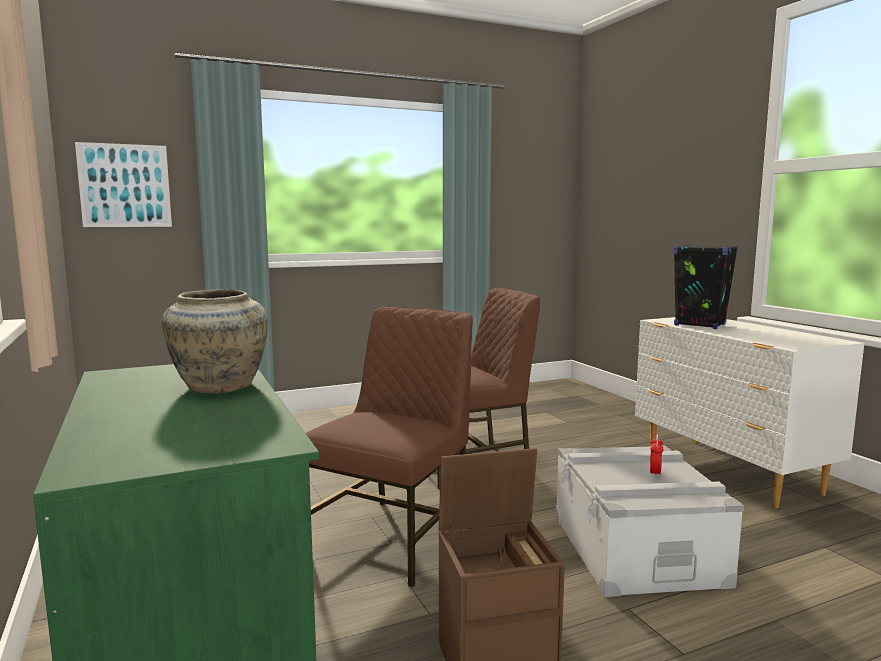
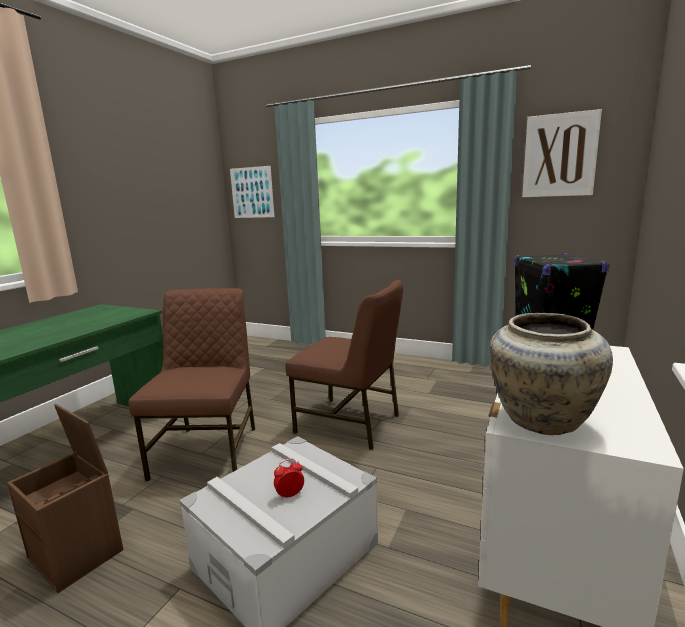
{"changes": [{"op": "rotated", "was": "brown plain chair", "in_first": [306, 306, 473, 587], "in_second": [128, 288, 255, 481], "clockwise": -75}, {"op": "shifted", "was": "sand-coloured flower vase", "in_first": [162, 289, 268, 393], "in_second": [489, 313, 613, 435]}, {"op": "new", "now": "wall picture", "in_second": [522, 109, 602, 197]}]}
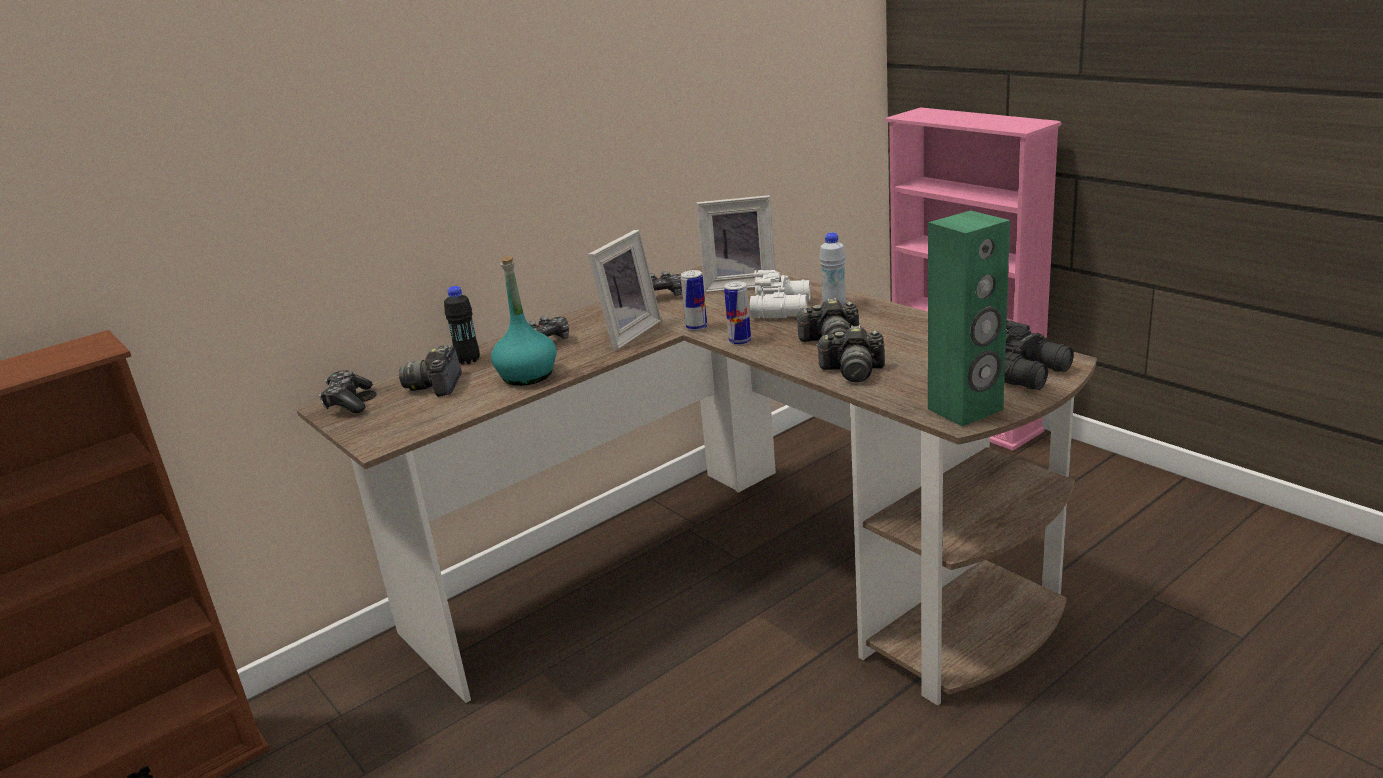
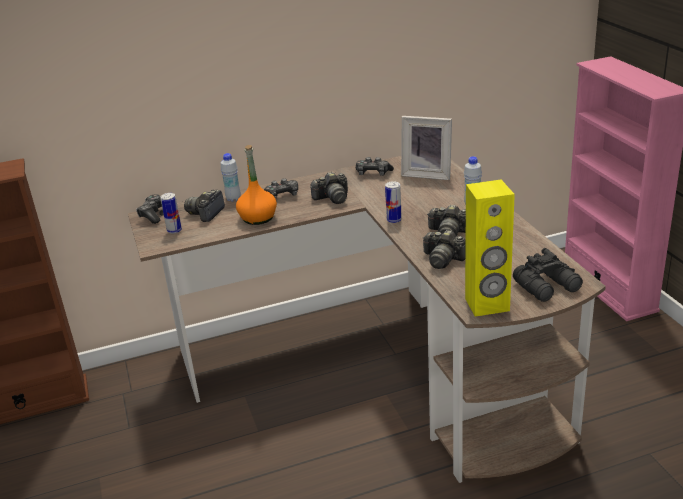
{"changes": [{"op": "shifted", "was": "sealed can", "in_first": [681, 270, 707, 331], "in_second": [160, 193, 182, 234]}, {"op": "repainted", "was": "black drink bottle", "now": "white-coloured drink bottle", "in_first": [444, 286, 480, 364], "in_second": [221, 153, 241, 202]}, {"op": "repainted", "was": "blue-green drink bottle", "now": "orange drink bottle", "in_first": [491, 256, 557, 386], "in_second": [236, 145, 277, 225]}, {"op": "swapped", "was": "photo frame", "now": "photo camera", "in_first": [588, 230, 661, 350], "in_second": [310, 172, 348, 204]}, {"op": "repainted", "was": "green-coloured loudspeaker", "now": "yellow loudspeaker", "in_first": [928, 210, 1010, 426], "in_second": [465, 180, 515, 317]}, {"op": "gone", "was": "white-coloured field glasses", "in_first": [750, 270, 811, 318]}]}
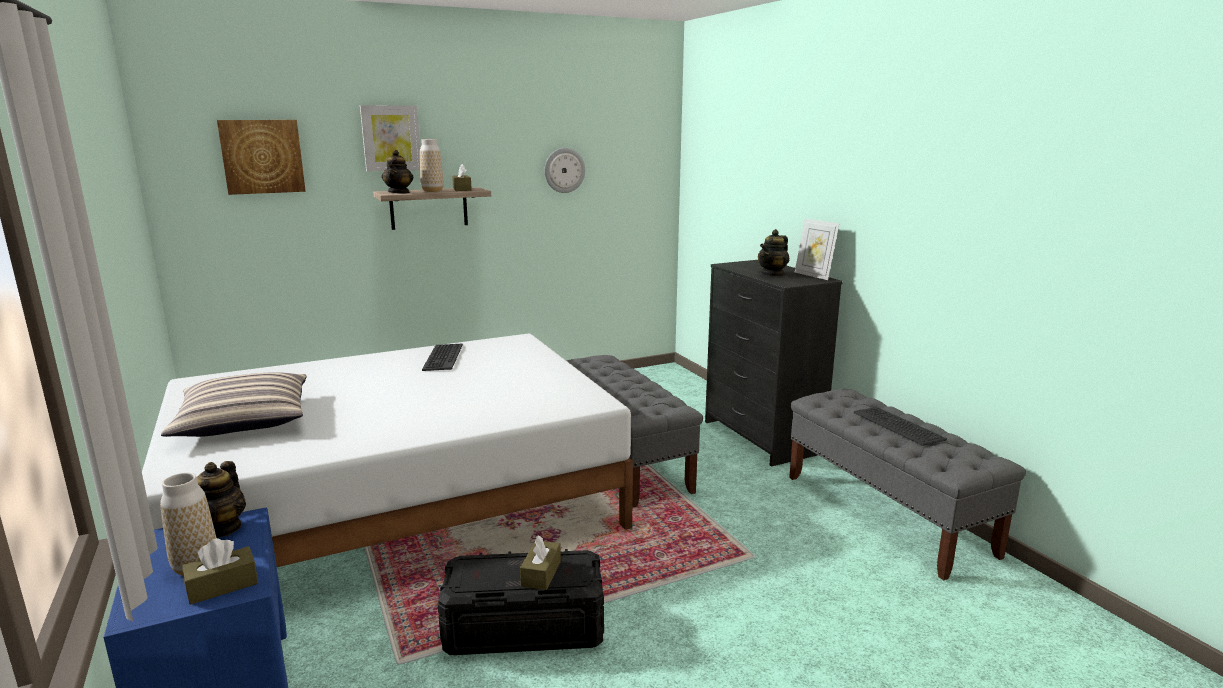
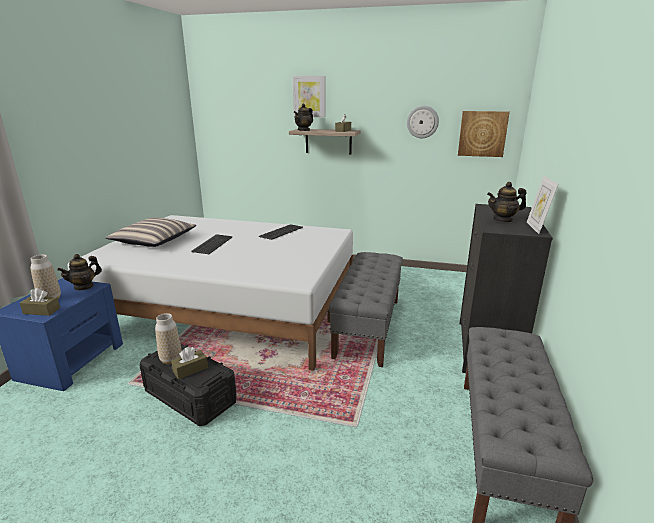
{"changes": [{"op": "shifted", "was": "flower vase", "in_first": [420, 139, 444, 192], "in_second": [155, 313, 182, 364]}, {"op": "shifted", "was": "PC keyboard", "in_first": [854, 407, 947, 446], "in_second": [191, 234, 232, 254]}, {"op": "shifted", "was": "wall picture", "in_first": [217, 120, 306, 195], "in_second": [458, 111, 510, 157]}]}
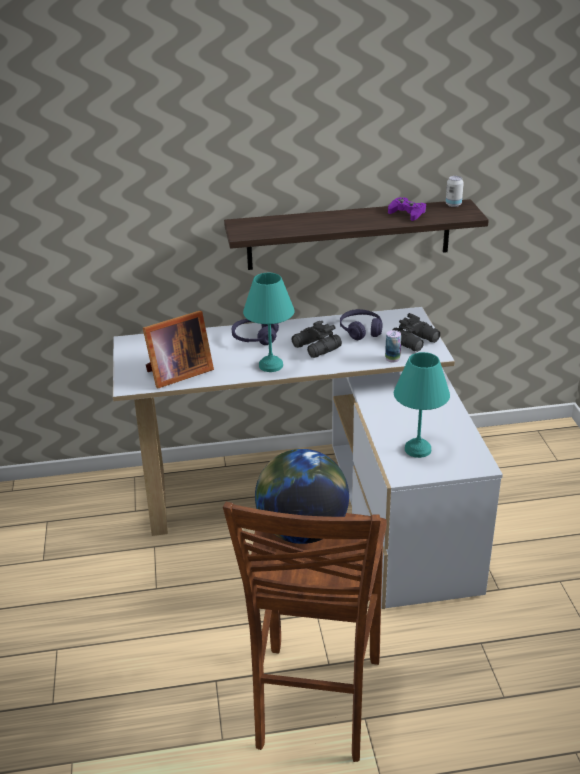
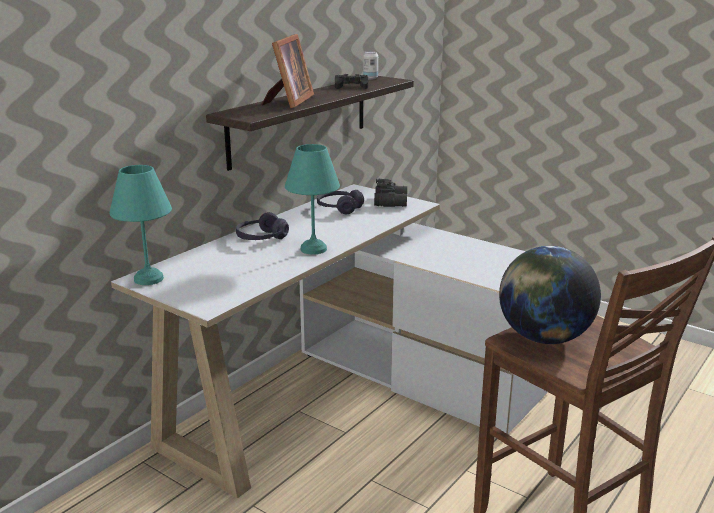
{"changes": [{"op": "shifted", "was": "blue-green lamp for a table", "in_first": [394, 352, 450, 458], "in_second": [109, 165, 172, 285]}, {"op": "shifted", "was": "photo frame", "in_first": [143, 311, 214, 388], "in_second": [261, 34, 314, 108]}, {"op": "repainted", "was": "purple-coloured joypad", "now": "black joypad", "in_first": [388, 197, 426, 221], "in_second": [335, 74, 369, 89]}, {"op": "gone", "was": "black field glasses", "in_first": [292, 321, 342, 358]}, {"op": "gone", "was": "sealed can", "in_first": [385, 330, 401, 362]}]}
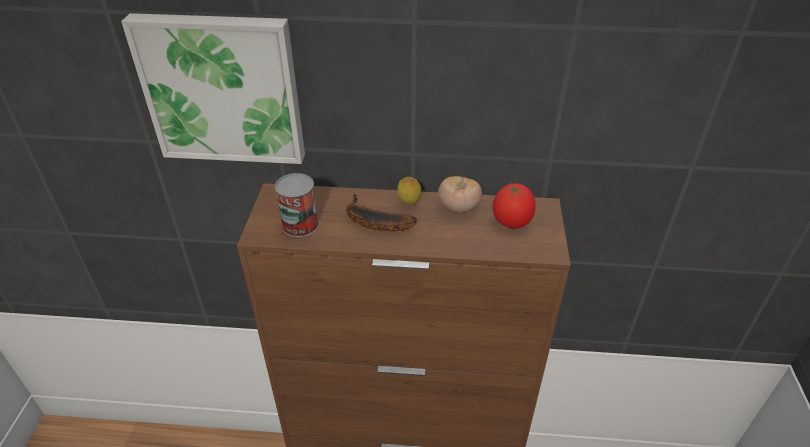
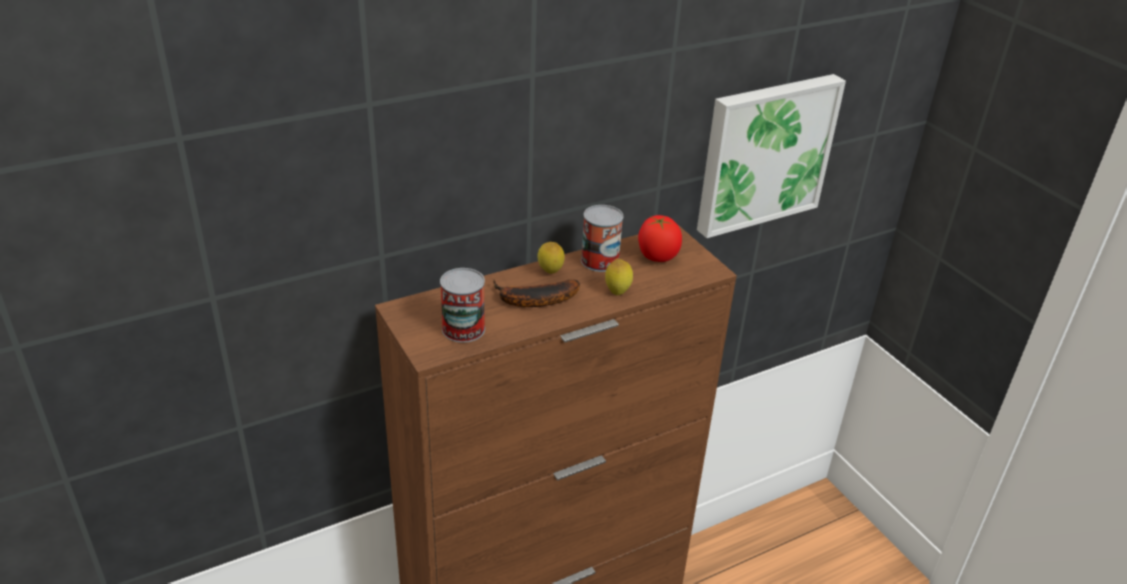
{"changes": [{"op": "swapped", "was": "tomato", "now": "sealed can", "in_first": [438, 176, 482, 213], "in_second": [581, 205, 623, 272]}, {"op": "new", "now": "citrus fruit", "in_second": [605, 258, 633, 295]}, {"op": "shifted", "was": "wall picture", "in_first": [121, 13, 305, 164], "in_second": [697, 74, 846, 238]}]}
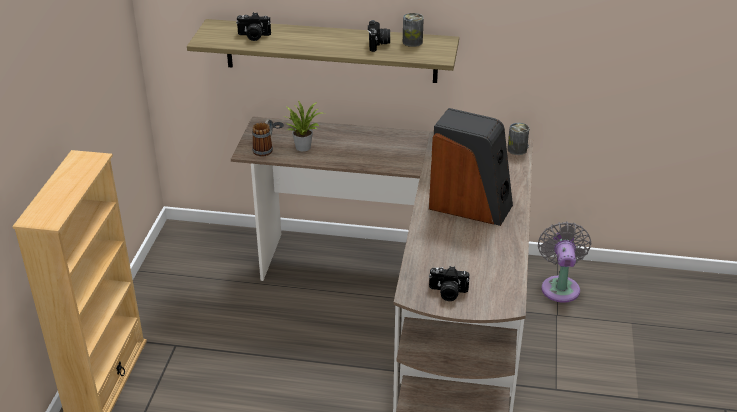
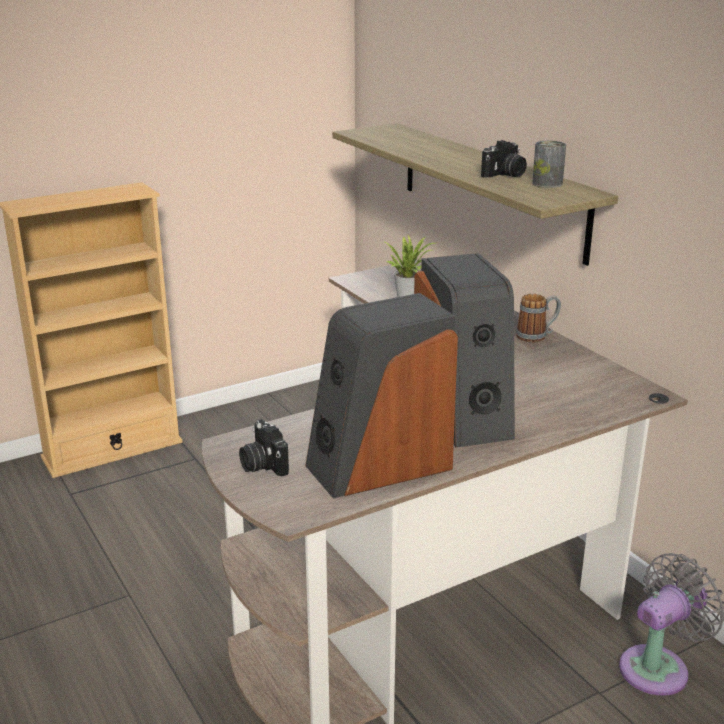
{"changes": [{"op": "new", "now": "loudspeaker", "in_second": [305, 293, 458, 499]}, {"op": "shifted", "was": "tea mug", "in_first": [252, 119, 273, 157], "in_second": [516, 294, 561, 343]}, {"op": "gone", "was": "photo camera", "in_first": [236, 12, 271, 41]}, {"op": "gone", "was": "sealed can", "in_first": [507, 123, 529, 155]}]}
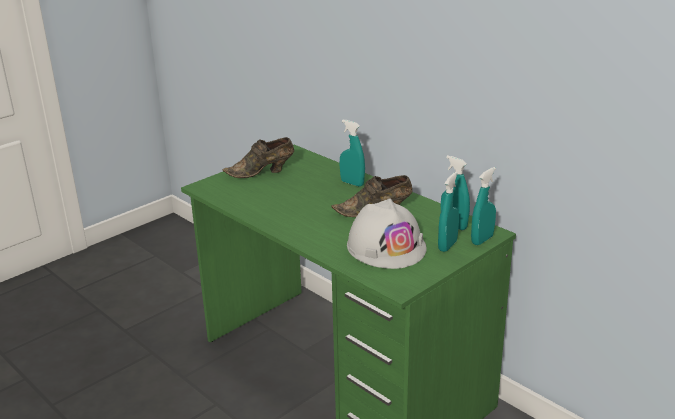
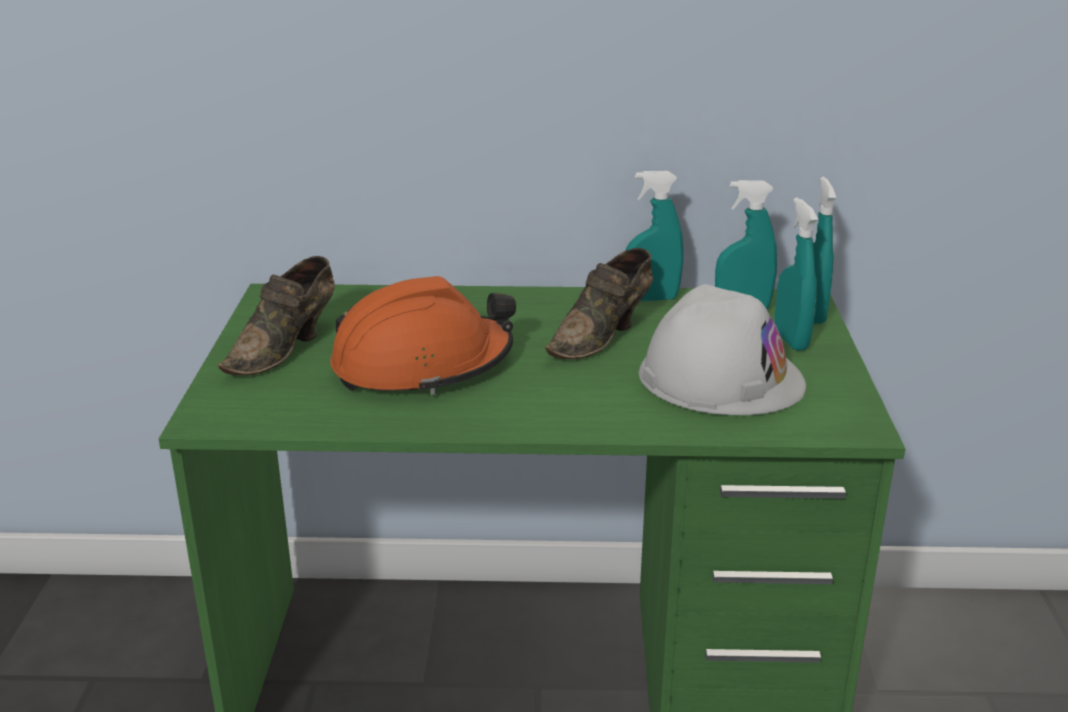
{"changes": [{"op": "new", "now": "orange safety helmet", "in_second": [330, 276, 516, 395]}, {"op": "shifted", "was": "blue-green sprayer", "in_first": [340, 120, 365, 187], "in_second": [625, 171, 684, 301]}]}
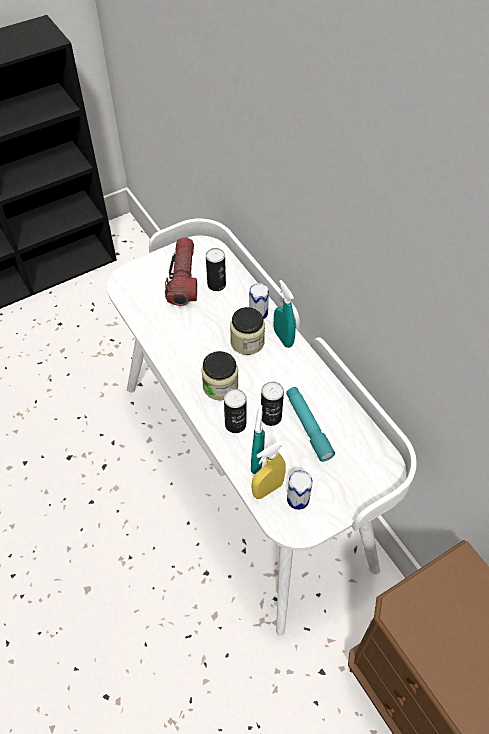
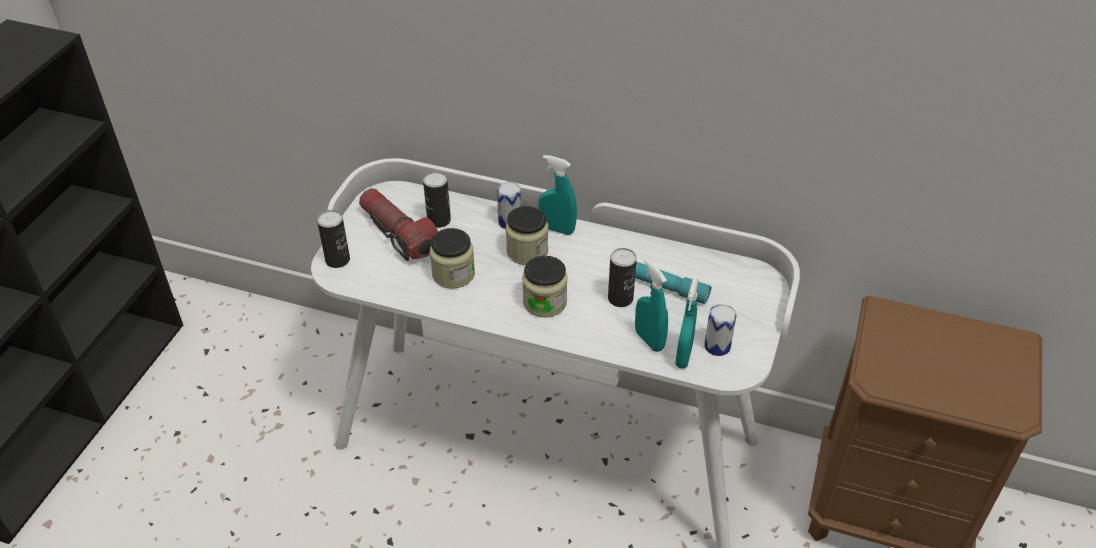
{"changes": [{"op": "shifted", "was": "sealed can", "in_first": [224, 389, 246, 433], "in_second": [317, 210, 350, 268]}, {"op": "new", "now": "jar", "in_second": [430, 228, 475, 289]}, {"op": "repainted", "was": "yellow sprayer", "now": "blue-green sprayer", "in_first": [252, 442, 286, 499], "in_second": [675, 278, 698, 369]}]}
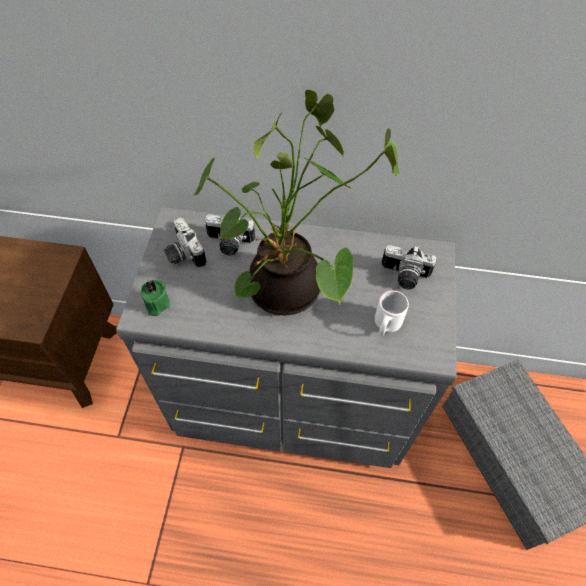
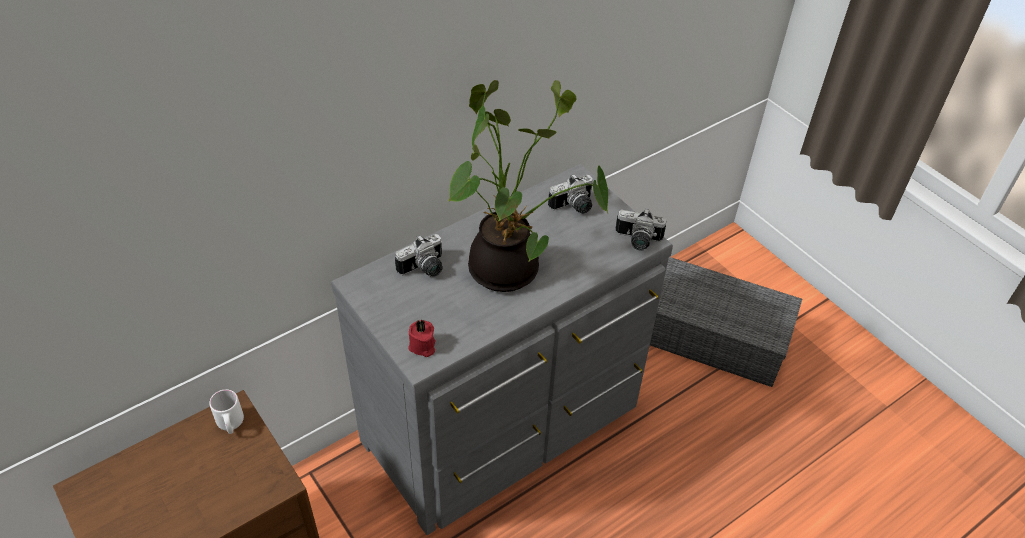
{"changes": [{"op": "shifted", "was": "white-coloured tea mug", "in_first": [375, 291, 409, 335], "in_second": [209, 390, 244, 434]}, {"op": "repainted", "was": "green-coloured wax light", "now": "red wax light", "in_first": [141, 280, 170, 316], "in_second": [408, 319, 436, 357]}, {"op": "shifted", "was": "photo camera", "in_first": [164, 217, 206, 268], "in_second": [615, 208, 666, 251]}]}
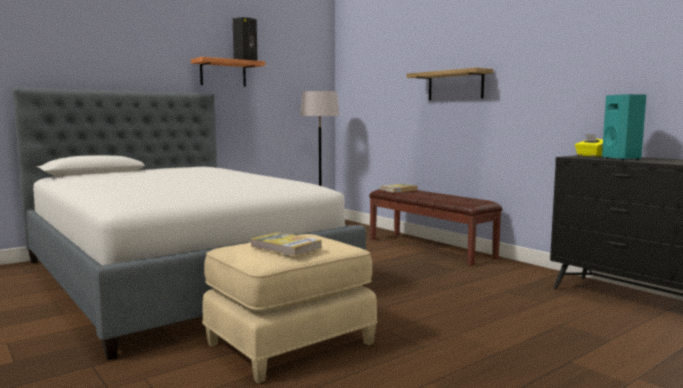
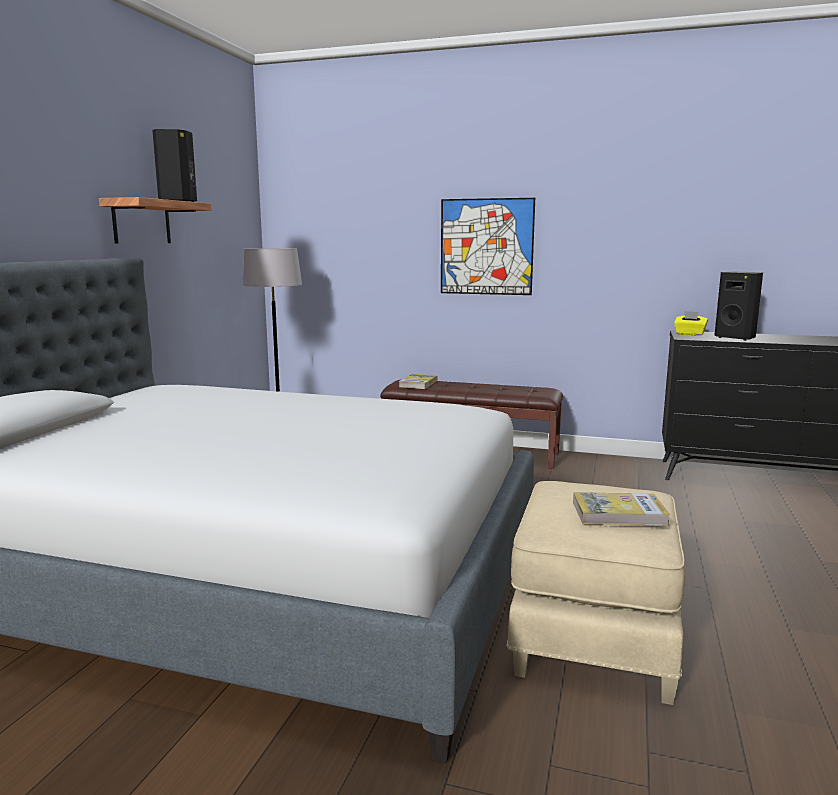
{"changes": [{"op": "swapped", "was": "shelf", "now": "wall picture", "in_first": [407, 67, 493, 100], "in_second": [441, 198, 535, 295]}, {"op": "repainted", "was": "blue-green loudspeaker", "now": "black loudspeaker", "in_first": [602, 94, 646, 160], "in_second": [714, 272, 763, 341]}]}
